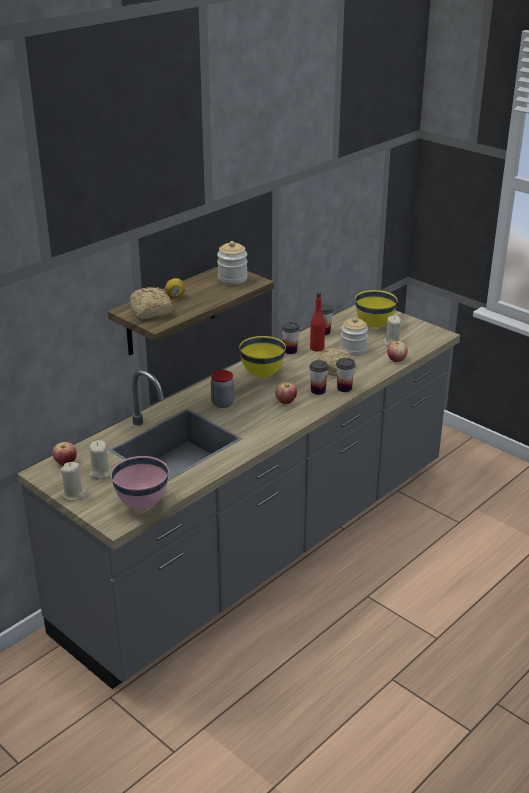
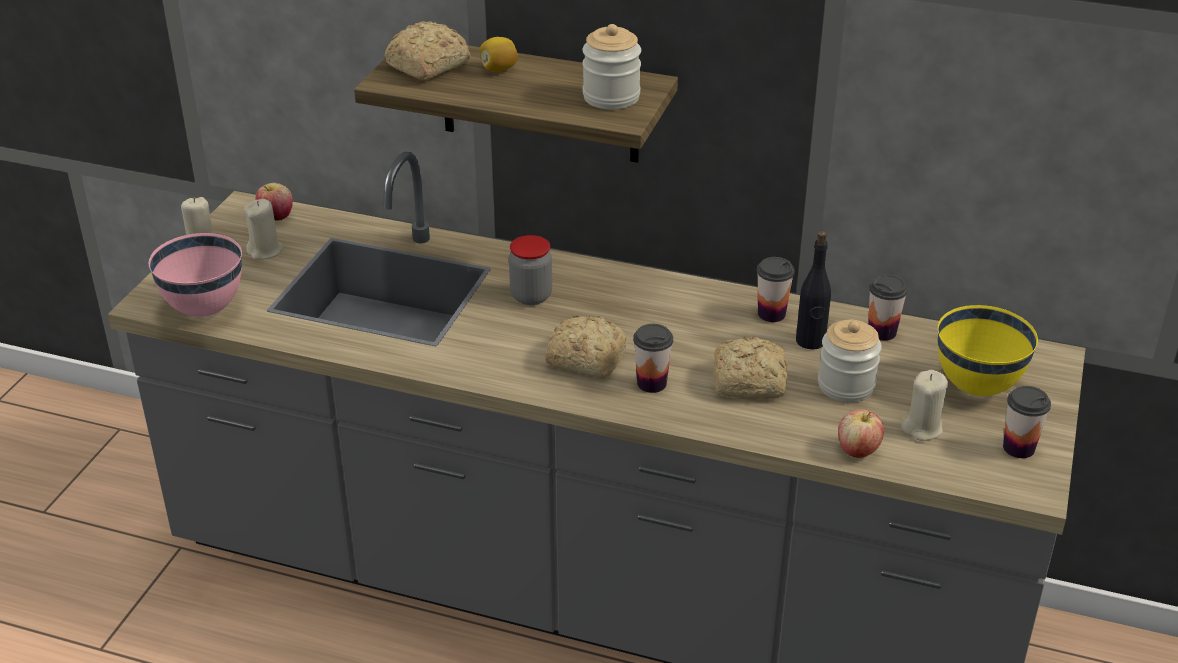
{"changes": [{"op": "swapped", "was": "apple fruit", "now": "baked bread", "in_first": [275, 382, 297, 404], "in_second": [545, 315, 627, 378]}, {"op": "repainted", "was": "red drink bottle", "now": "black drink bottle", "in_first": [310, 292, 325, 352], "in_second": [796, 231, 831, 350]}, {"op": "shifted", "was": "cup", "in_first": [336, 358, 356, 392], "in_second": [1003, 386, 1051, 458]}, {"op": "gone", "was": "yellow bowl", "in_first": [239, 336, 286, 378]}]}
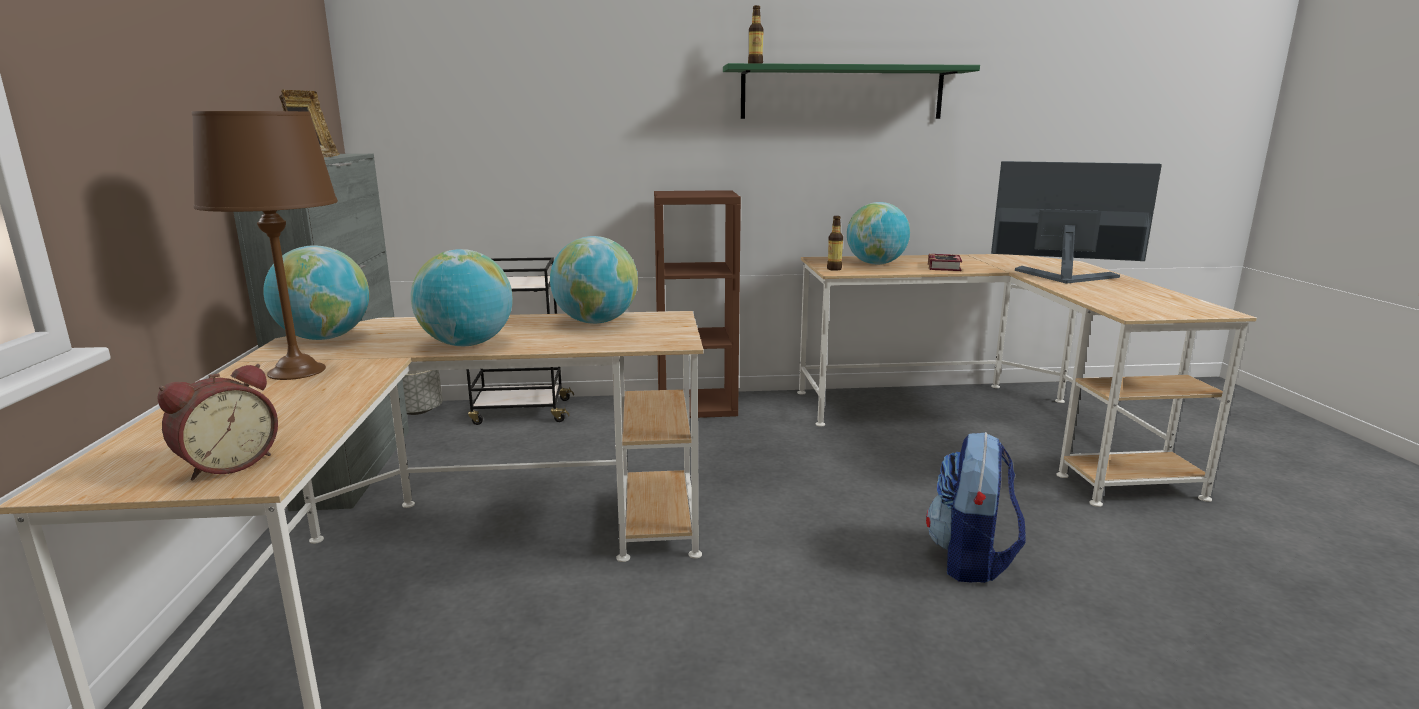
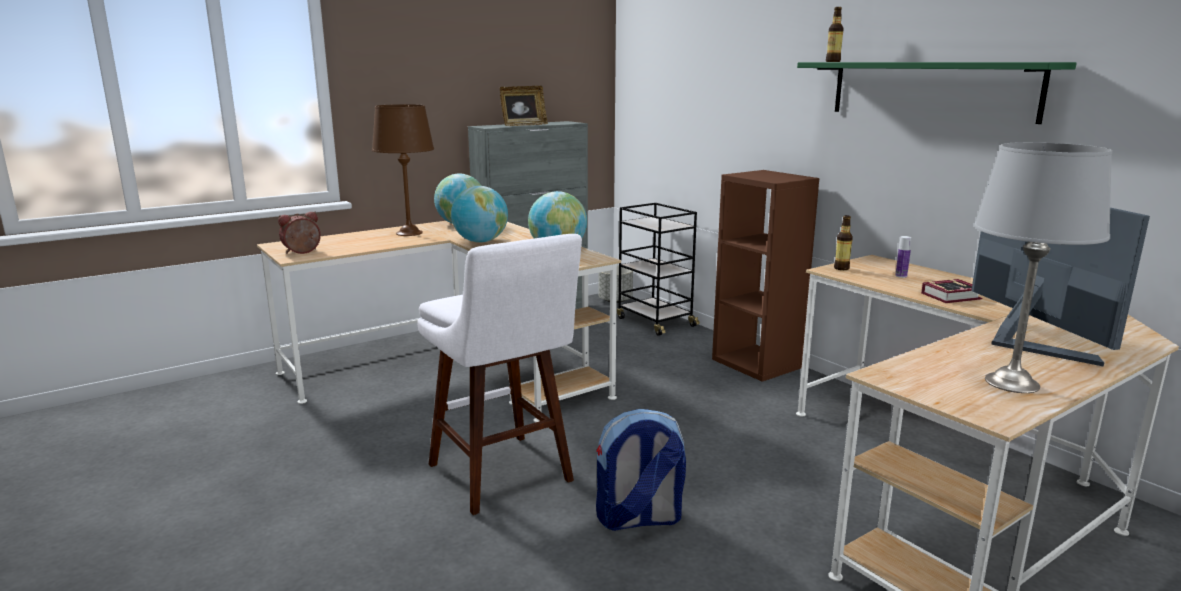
{"changes": [{"op": "rotated", "was": "table clock", "in_first": [157, 364, 278, 481], "in_second": [278, 211, 321, 254], "clockwise": 135}, {"op": "new", "now": "white-coloured sitting stool", "in_second": [417, 234, 582, 515]}, {"op": "swapped", "was": "desk globe", "now": "drink bottle", "in_first": [847, 202, 910, 265], "in_second": [895, 236, 912, 278]}, {"op": "new", "now": "grey lamp for a table", "in_second": [974, 142, 1112, 393]}]}
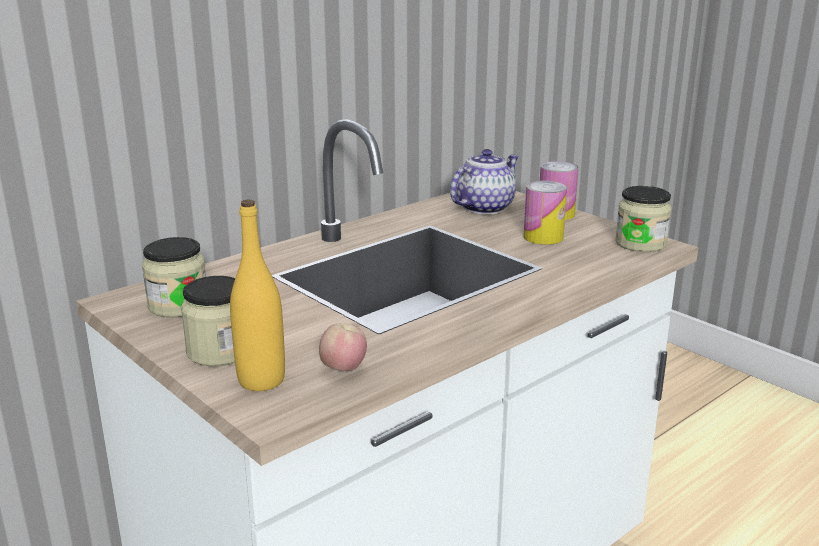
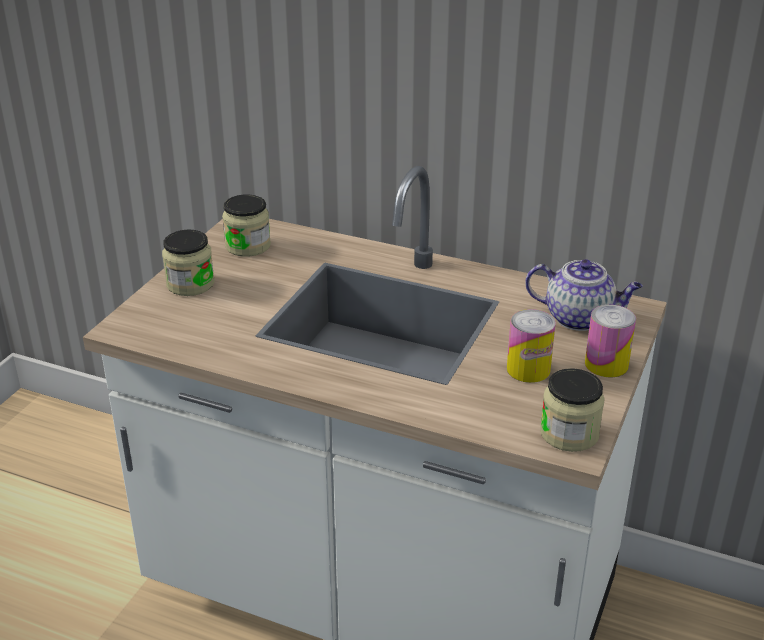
{"changes": [{"op": "gone", "was": "yellow drink bottle", "in_first": [230, 200, 285, 391]}, {"op": "gone", "was": "apple fruit", "in_first": [319, 323, 367, 371]}]}
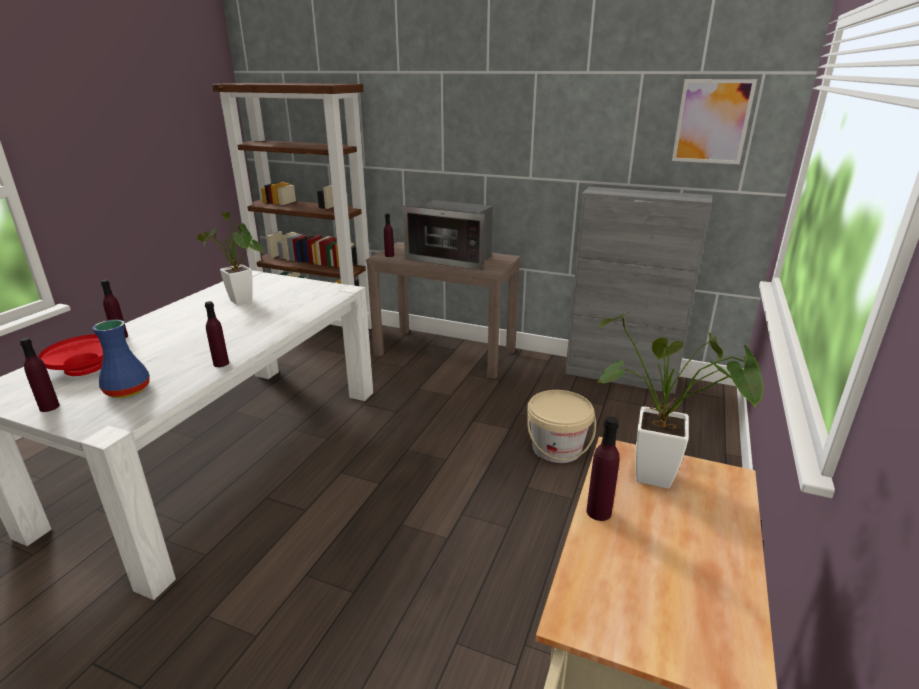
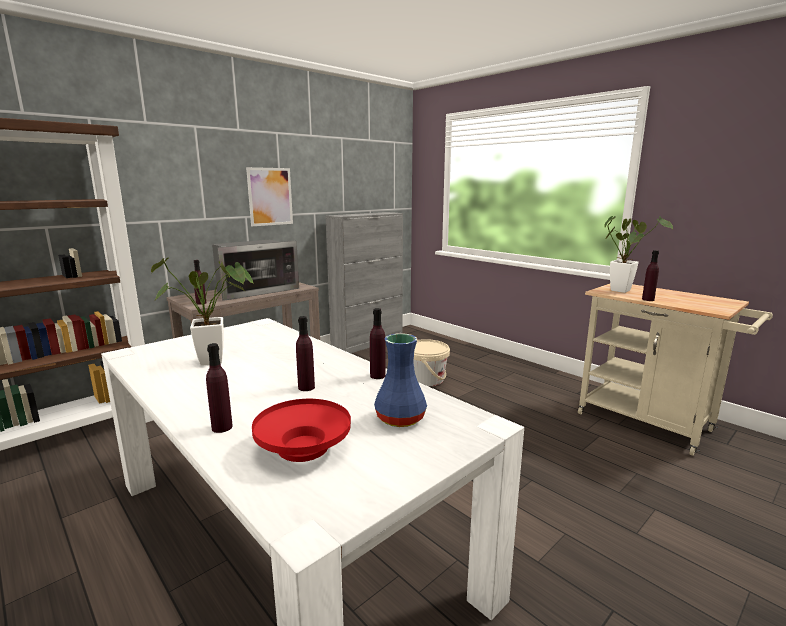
{"changes": [{"op": "shifted", "was": "wall picture", "in_first": [672, 79, 757, 164], "in_second": [246, 167, 293, 226]}, {"op": "shifted", "was": "purple-coloured drink bottle", "in_first": [20, 338, 60, 412], "in_second": [296, 316, 315, 391]}]}
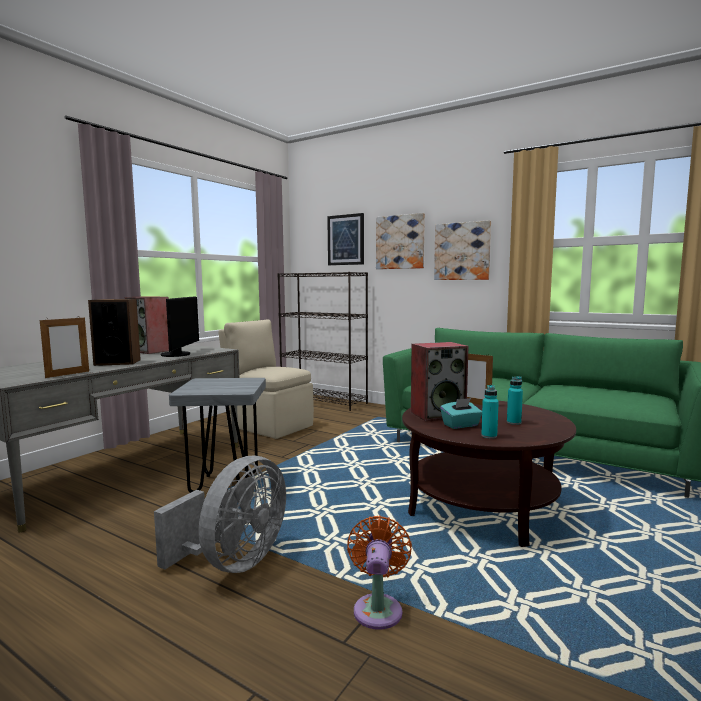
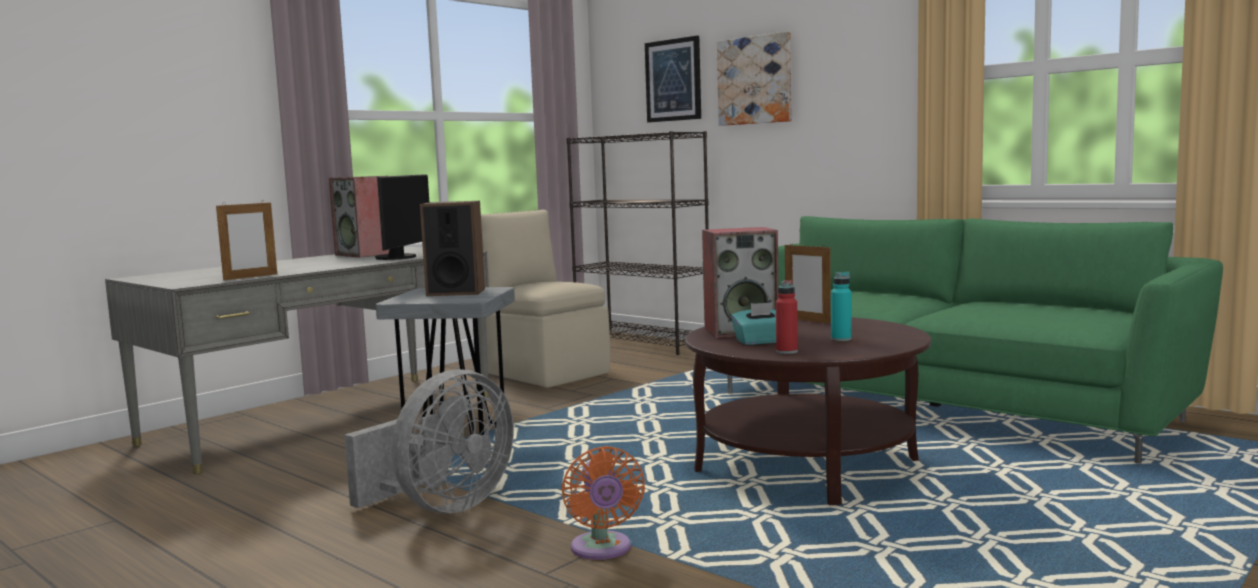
{"changes": [{"op": "shifted", "was": "loudspeaker", "in_first": [88, 299, 141, 366], "in_second": [420, 201, 485, 296]}, {"op": "rotated", "was": "orange electric fan", "in_first": [347, 516, 412, 630], "in_second": [561, 446, 645, 560], "clockwise": 150}, {"op": "repainted", "was": "blue-green drink bottle", "now": "red drink bottle", "in_first": [481, 385, 499, 439], "in_second": [776, 280, 798, 354]}, {"op": "gone", "was": "wall picture", "in_first": [434, 220, 491, 280]}]}
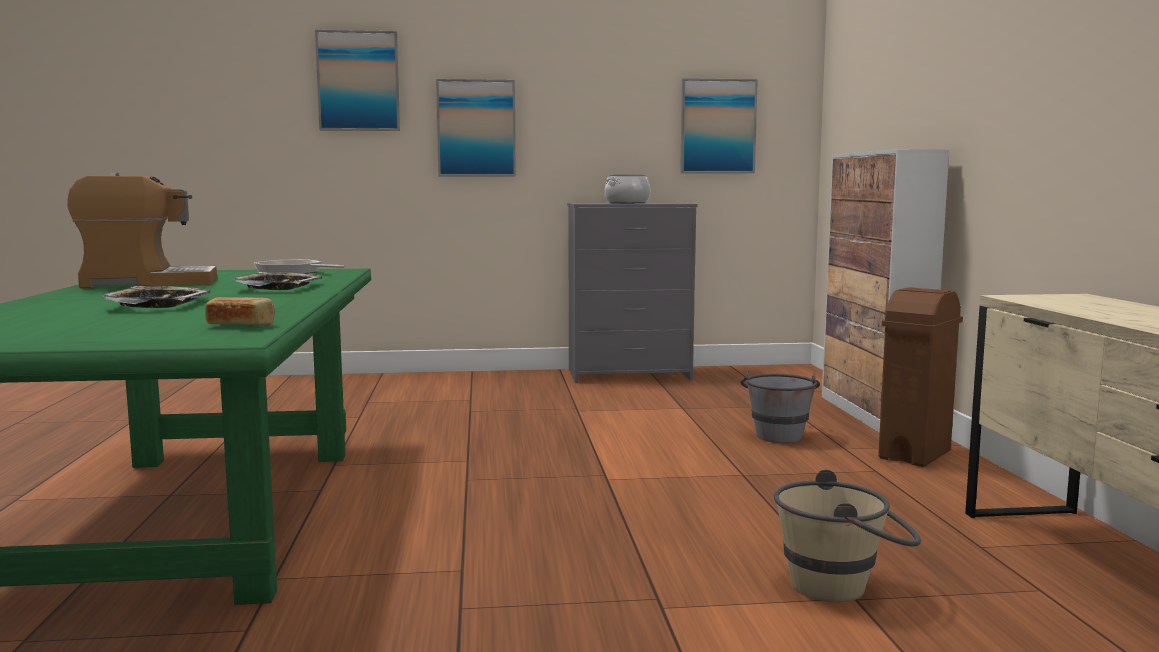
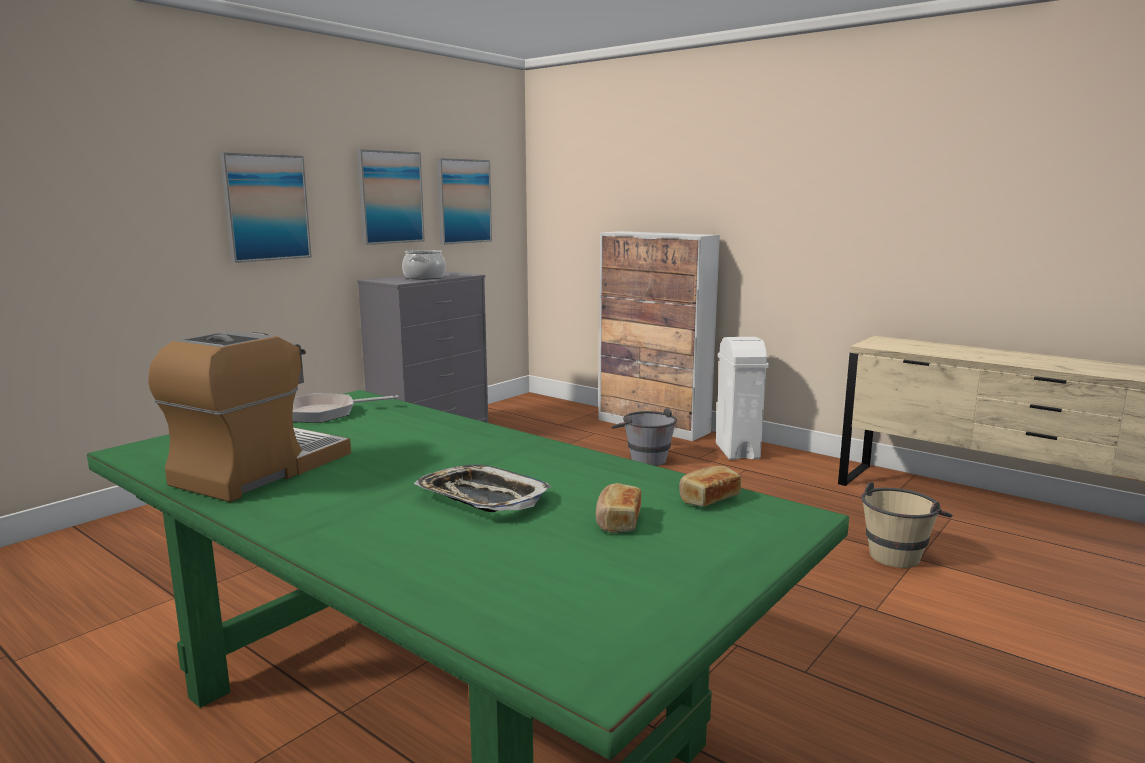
{"changes": [{"op": "shifted", "was": "wall picture", "in_first": [315, 30, 400, 131], "in_second": [357, 149, 425, 245]}, {"op": "new", "now": "baked bread", "in_second": [596, 483, 641, 533]}, {"op": "repainted", "was": "brown trash can", "now": "white-coloured trash can", "in_first": [878, 287, 963, 467], "in_second": [716, 337, 769, 460]}, {"op": "gone", "was": "serving tray", "in_first": [233, 272, 322, 290]}]}
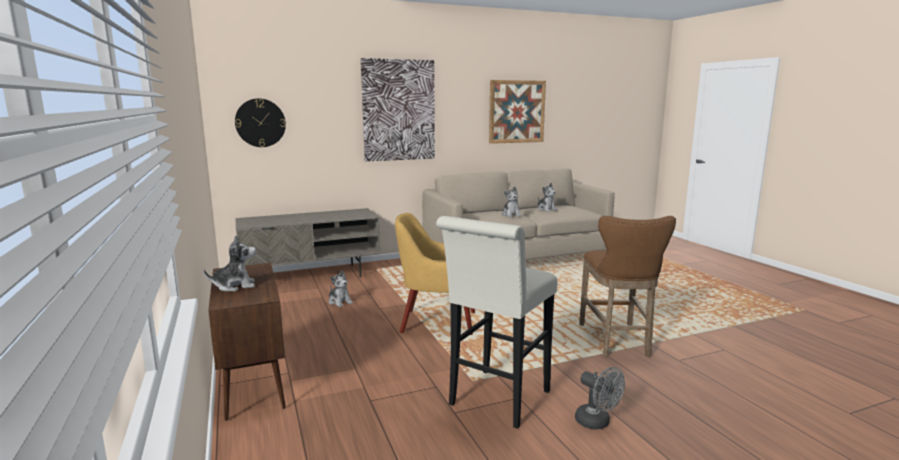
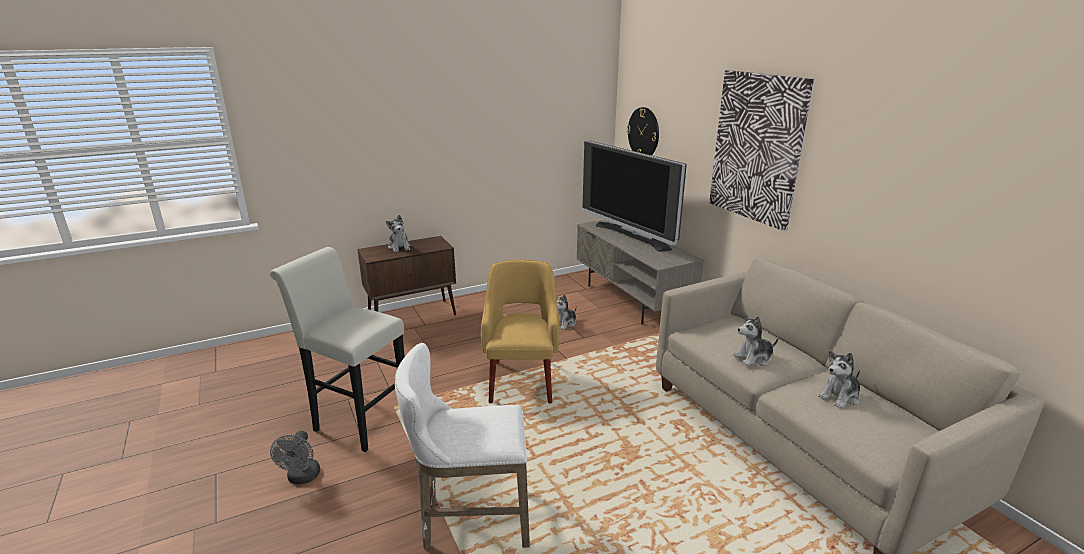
{"changes": [{"op": "rotated", "was": "grey electric fan", "in_first": [575, 367, 625, 430], "in_second": [270, 431, 320, 484], "clockwise": -45}, {"op": "repainted", "was": "brown sitting stool", "now": "white-coloured sitting stool", "in_first": [579, 216, 676, 357], "in_second": [395, 343, 530, 550]}, {"op": "new", "now": "television", "in_second": [583, 141, 687, 252]}, {"op": "gone", "was": "wall picture", "in_first": [489, 80, 546, 144]}]}
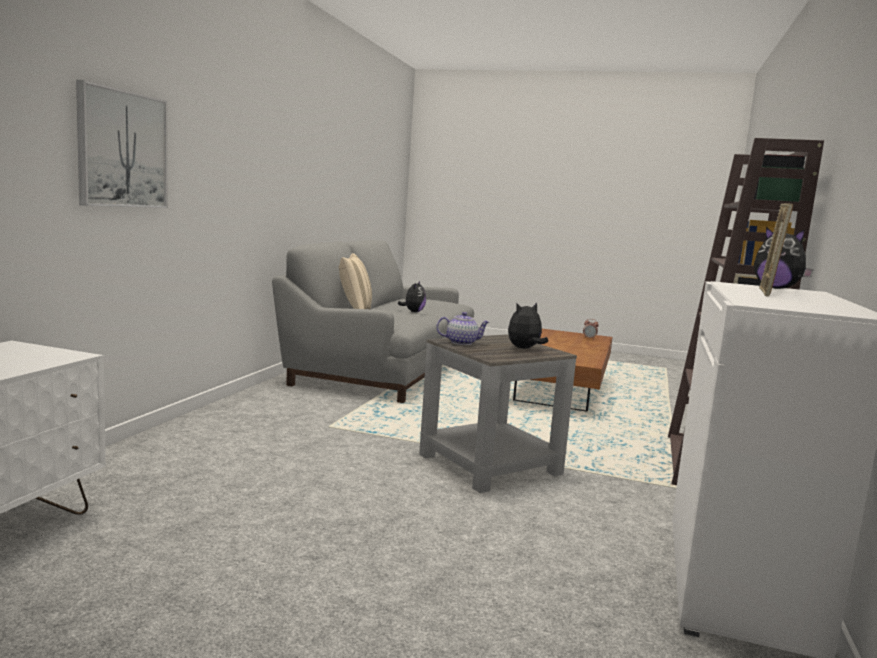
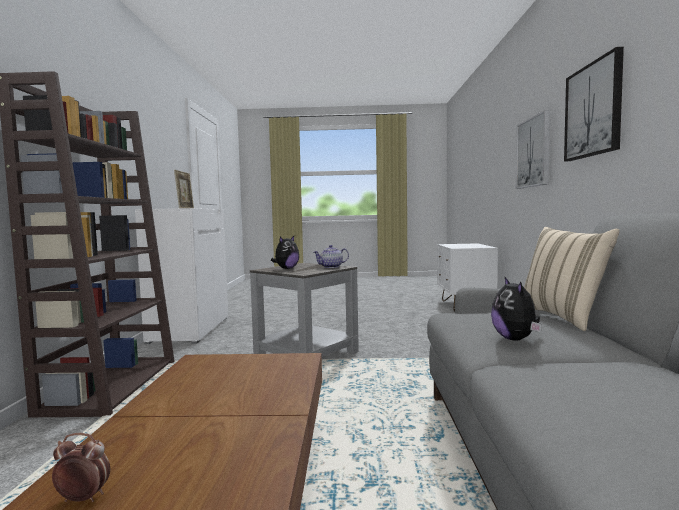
{"changes": [{"op": "new", "now": "wall picture", "in_second": [564, 47, 624, 161]}, {"op": "gone", "was": "cuddly toy", "in_first": [754, 227, 814, 289]}]}
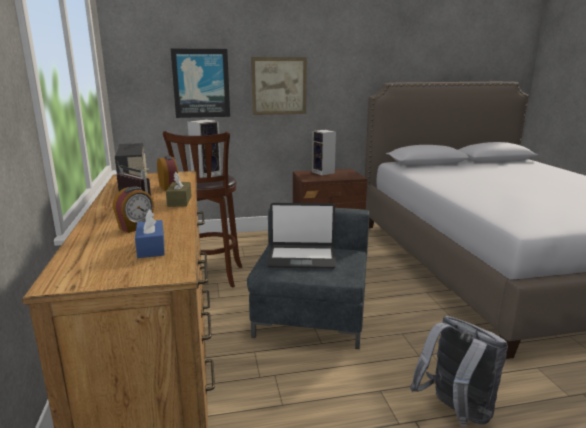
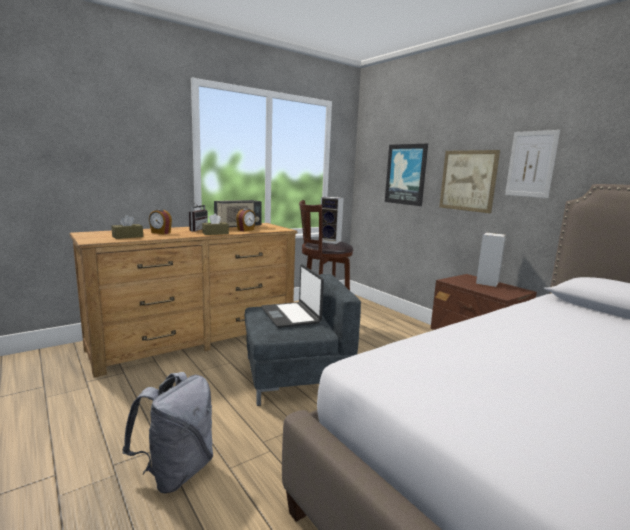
{"changes": [{"op": "repainted", "was": "blue-coloured tissue box", "now": "brown tissue box", "in_first": [135, 209, 165, 258], "in_second": [111, 215, 143, 239]}, {"op": "new", "now": "wall picture", "in_second": [505, 130, 560, 198]}]}
